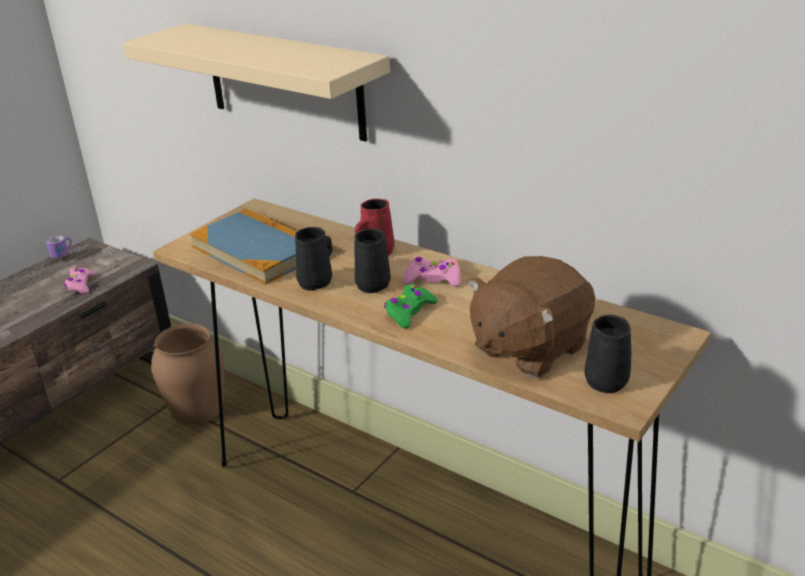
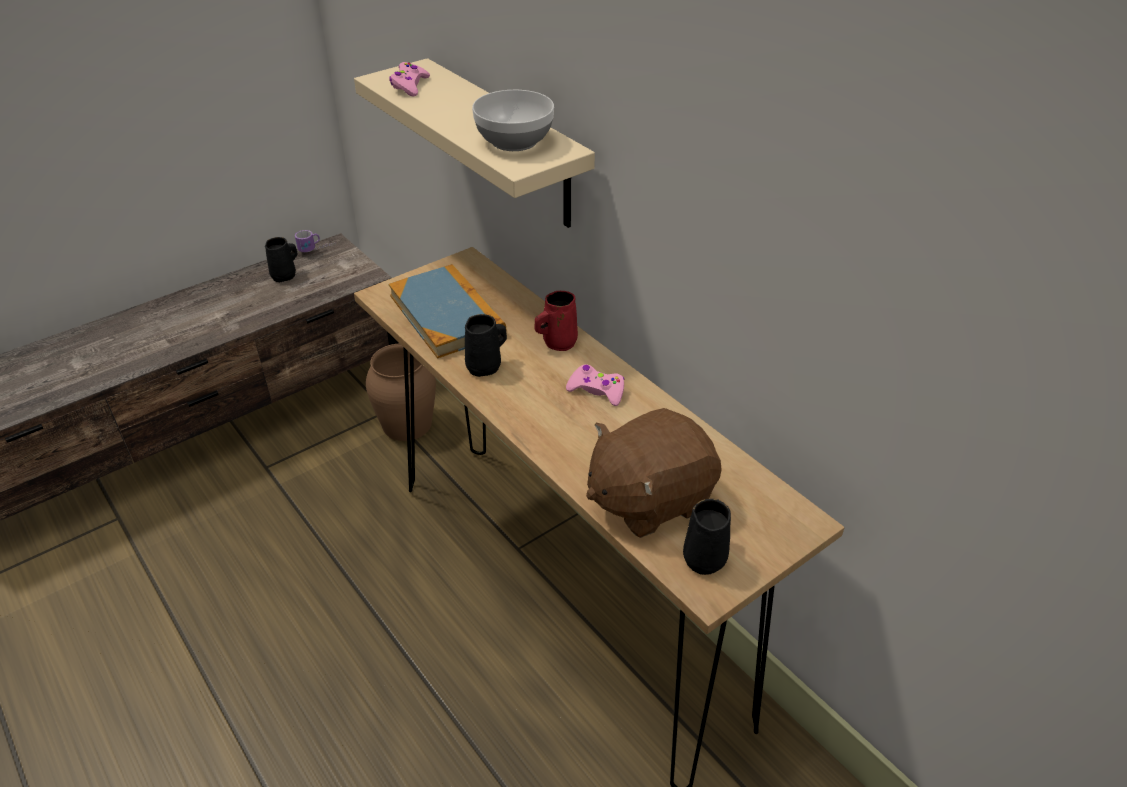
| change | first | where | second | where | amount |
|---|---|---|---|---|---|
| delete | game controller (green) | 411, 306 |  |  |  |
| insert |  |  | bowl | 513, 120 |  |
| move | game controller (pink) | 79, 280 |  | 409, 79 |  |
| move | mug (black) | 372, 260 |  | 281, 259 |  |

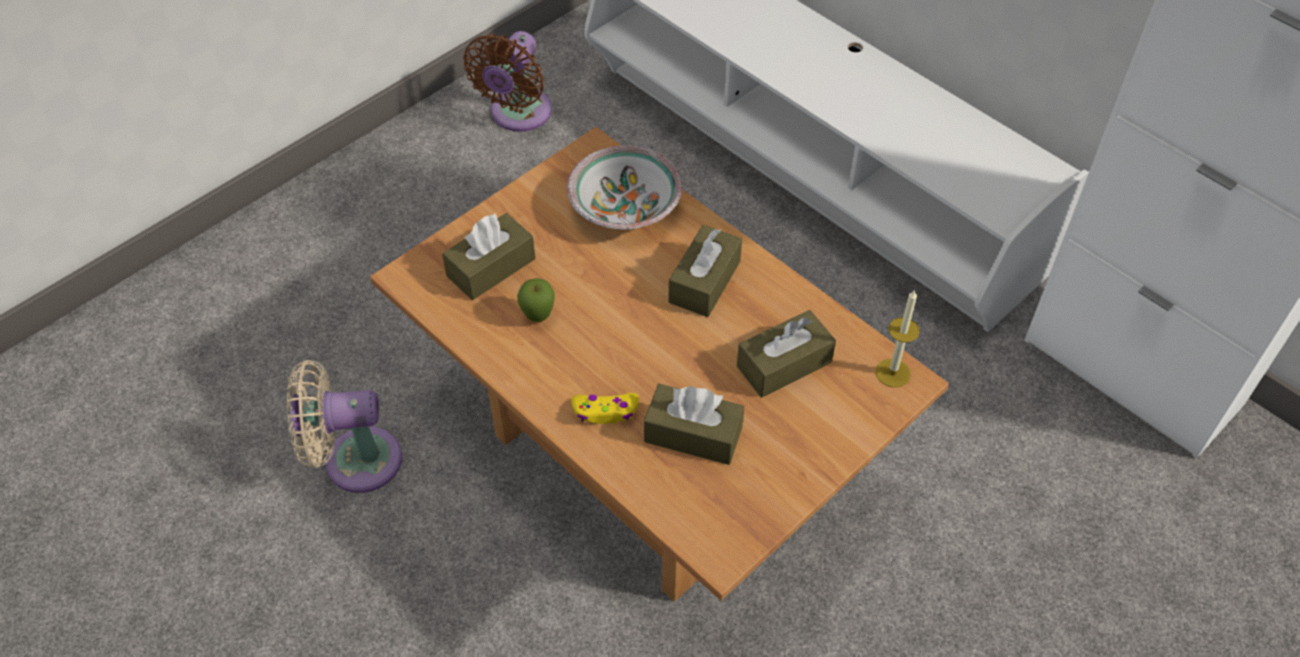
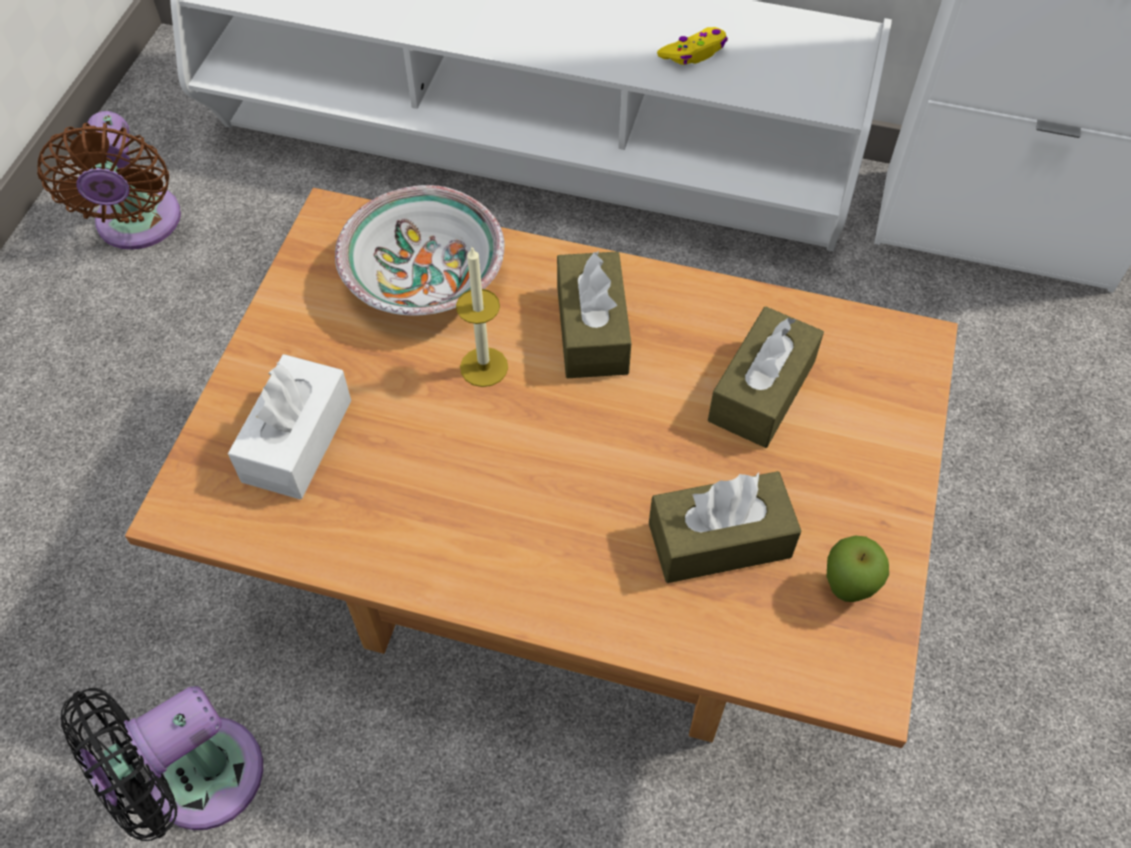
| change | first | where | second | where | amount |
|---|---|---|---|---|---|
| move | apple | 536, 300 |  | 858, 569 |  |
| move | game controller (yellow) | 605, 408 |  | 692, 46 |  |
| move | candle | 897, 338 |  | 482, 317 |  |
| recolor | fan (beige) | 344, 426 | fan (black) | 162, 763 |  |
| recolor | tissue box (brown) | 488, 256 | tissue box (white) | 289, 426 |  |

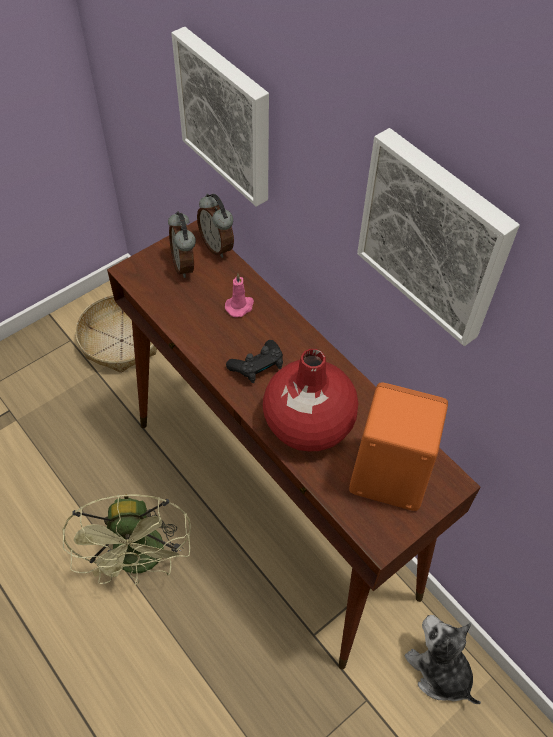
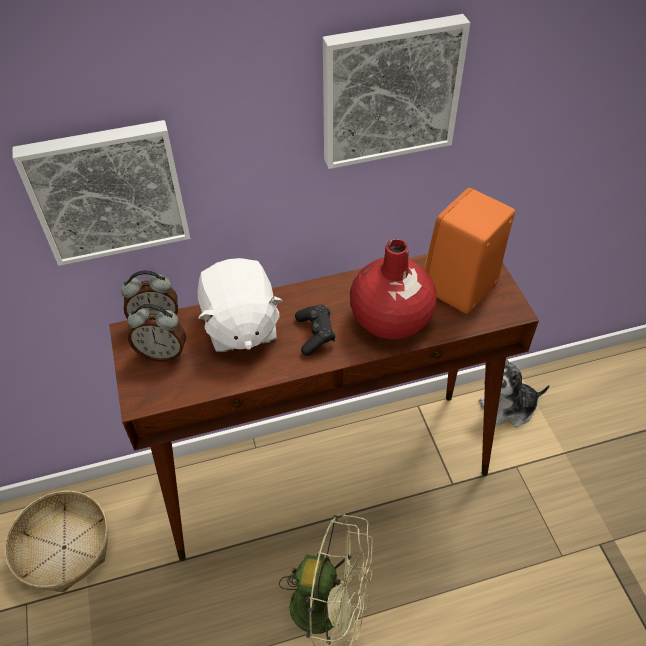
| change | first | where | second | where | amount |
|---|---|---|---|---|---|
| replace | candle (pink) | 239, 295 | plush toy (white) | 240, 305 |  |

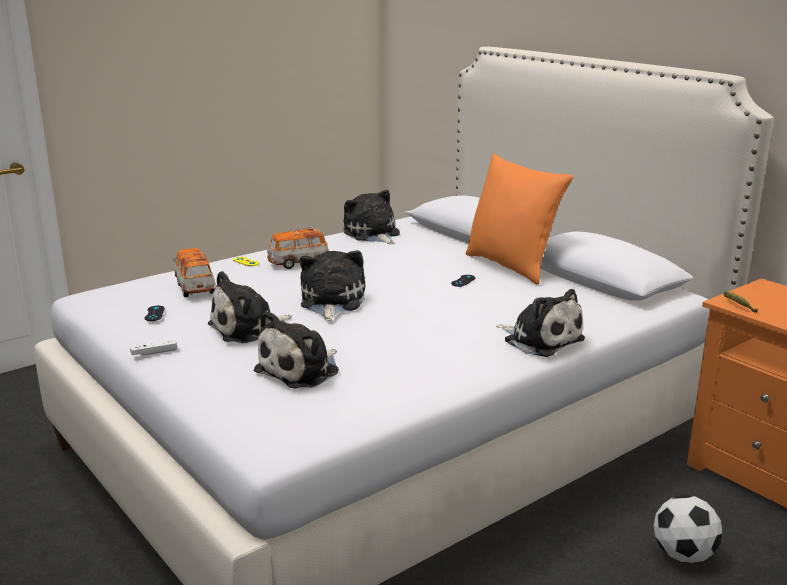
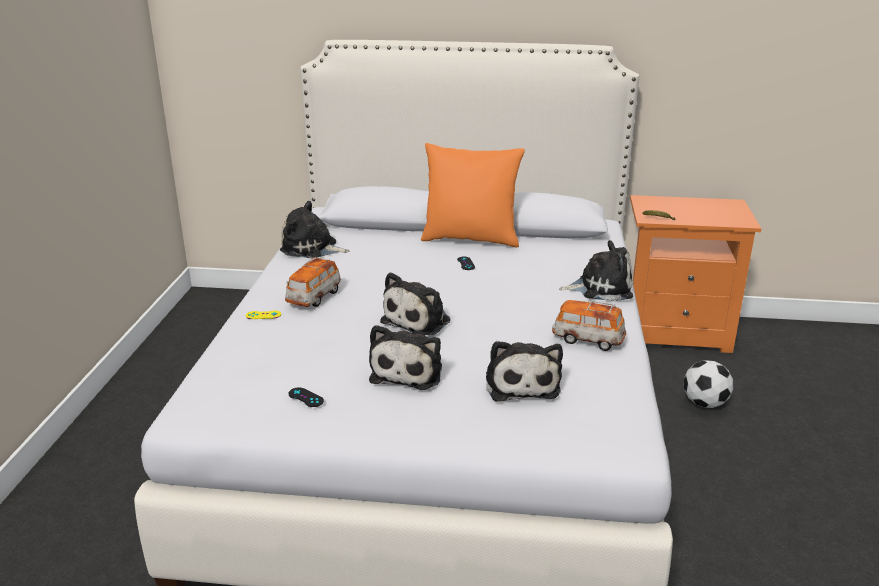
| change | first | where | second | where | amount |
|---|---|---|---|---|---|
| delete | game controller (white) | 153, 347 |  |  |  |
| move | toy car | 194, 272 |  | 589, 325 |  |
| rotate | plush toy | 332, 285 |  | 415, 304 | 105 degrees counterclockwise |

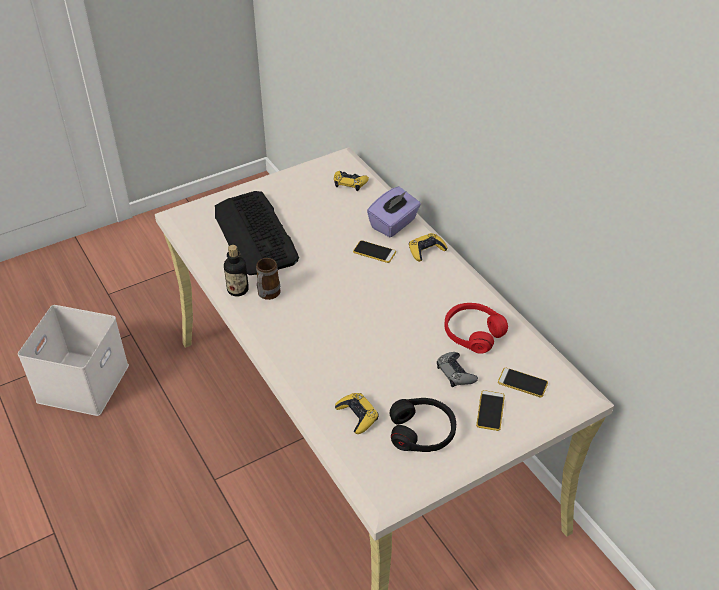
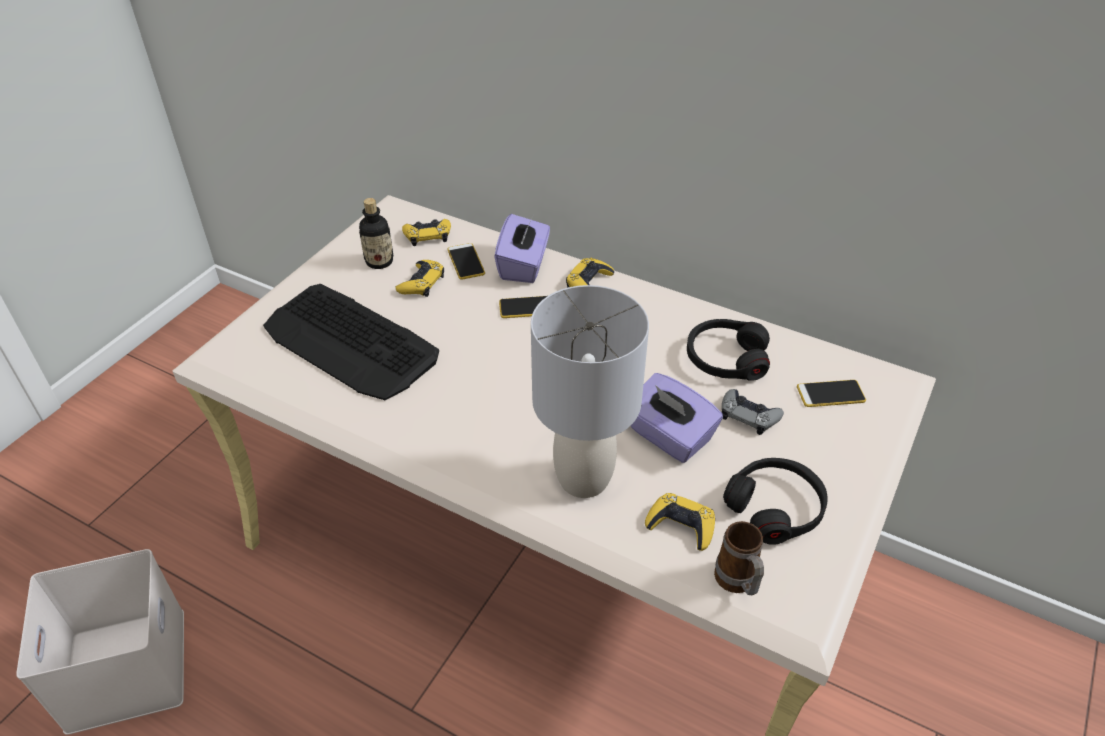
| change | first | where | second | where | amount |
|---|---|---|---|---|---|
| insert |  |  | game controller (yellow) | 419, 278 |  |
| insert |  |  | table lamp (grey) | 590, 391 |  |
| insert |  |  | tissue box (purple) | 677, 418 |  |
| move | bottle | 236, 271 |  | 376, 233 |  |
| move | mug | 268, 279 |  | 739, 558 |  |
| move | phone | 490, 410 |  | 466, 261 |  |
| recolor | headphones (red) | 476, 328 | headphones (black) | 728, 350 |  |

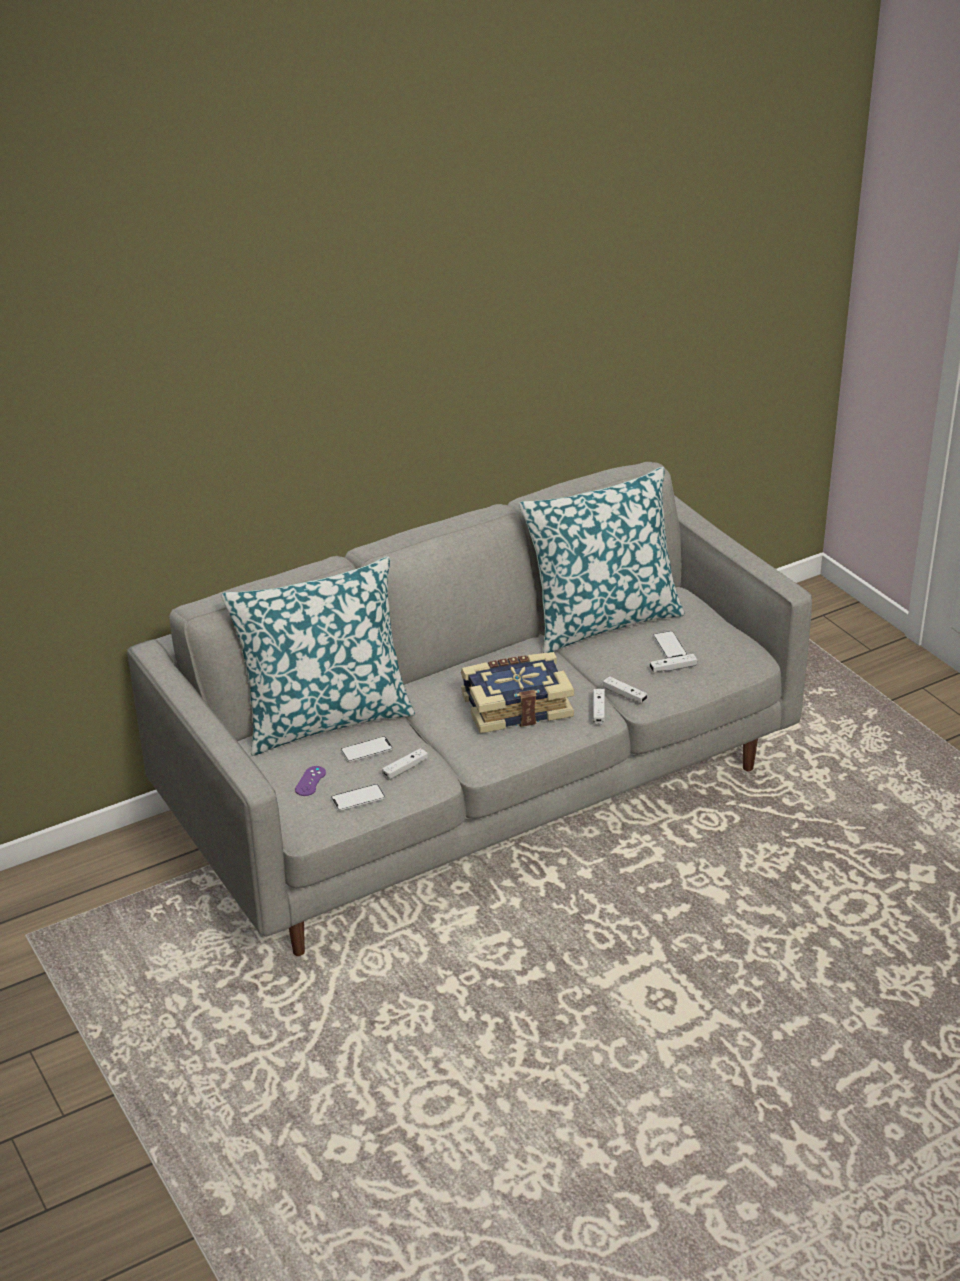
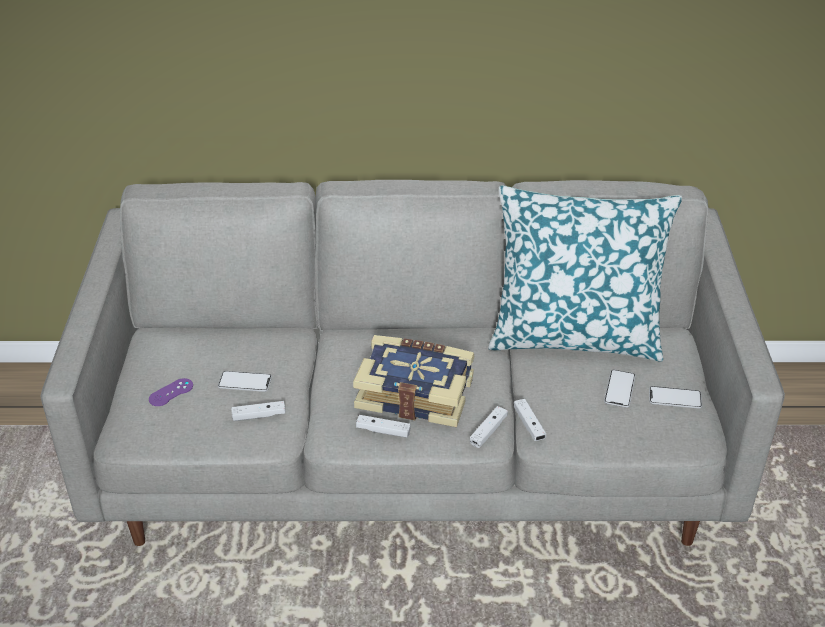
| change | first | where | second | where | amount |
|---|---|---|---|---|---|
| delete | pillow | 318, 656 |  |  |  |
| move | phone | 358, 797 |  | 675, 397 |  |
| move | game controller (white) | 673, 663 |  | 383, 426 |  |

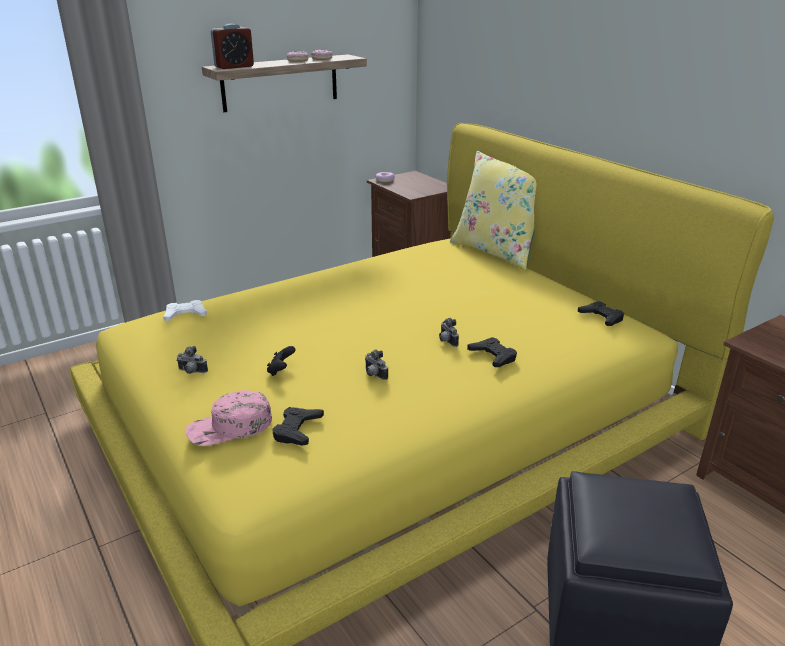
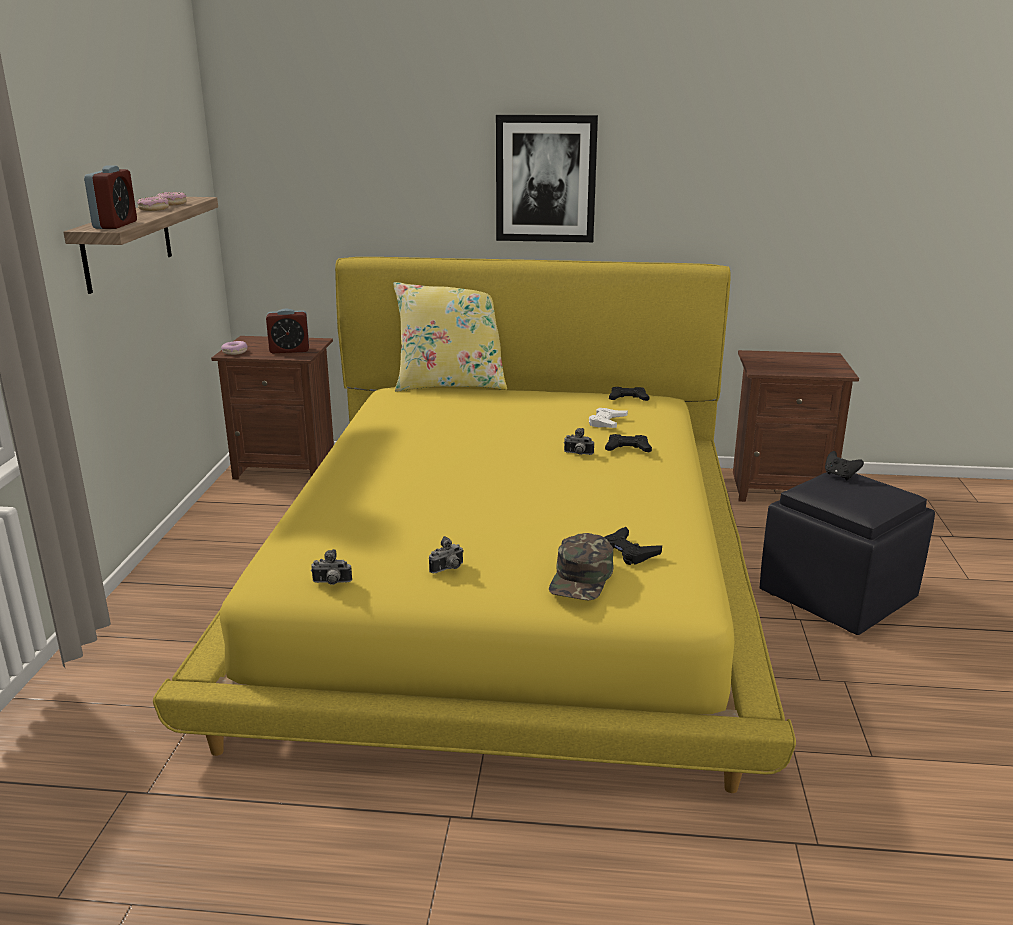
| change | first | where | second | where | amount |
|---|---|---|---|---|---|
| insert |  |  | alarm clock | 287, 331 |  |
| insert |  |  | picture | 547, 178 |  |
| move | game controller (white) | 185, 310 |  | 608, 418 |  |
| move | game controller (black) | 281, 361 |  | 844, 465 |  |
| move | photo camera | 376, 364 |  | 331, 567 |  |
| recolor | cap (pink) | 229, 418 | cap (green) | 581, 566 |  |

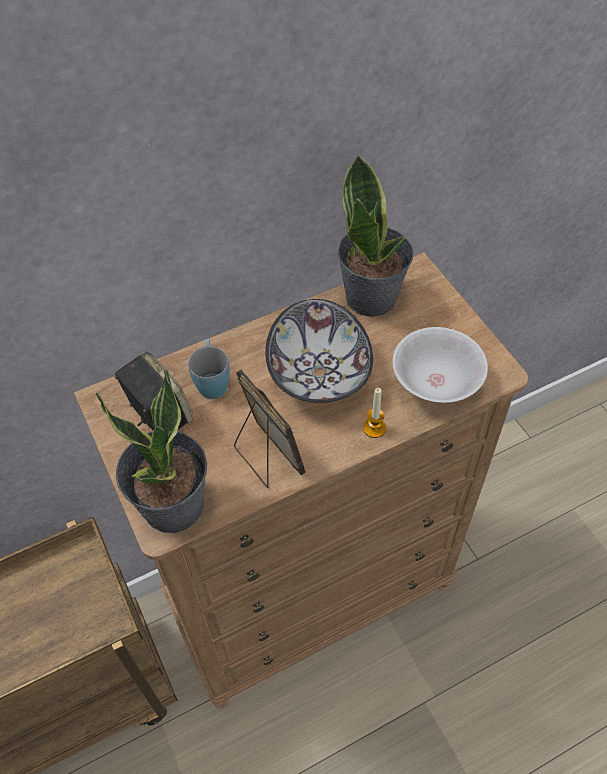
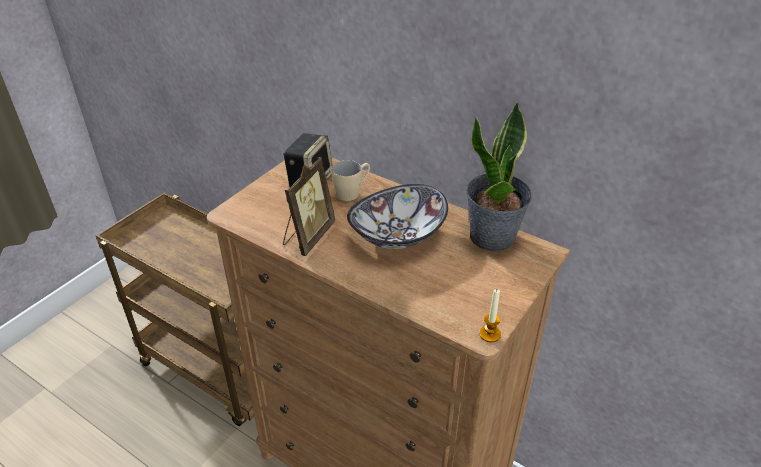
| change | first | where | second | where | amount |
|---|---|---|---|---|---|
| delete | potted plant | 151, 451 |  |  |  |
| delete | bowl (white) | 440, 365 |  |  |  |
| move | candle | 374, 413 |  | 490, 315 |  |
| recolor | mug (blue) | 209, 369 | mug (beige) | 351, 180 |  |

